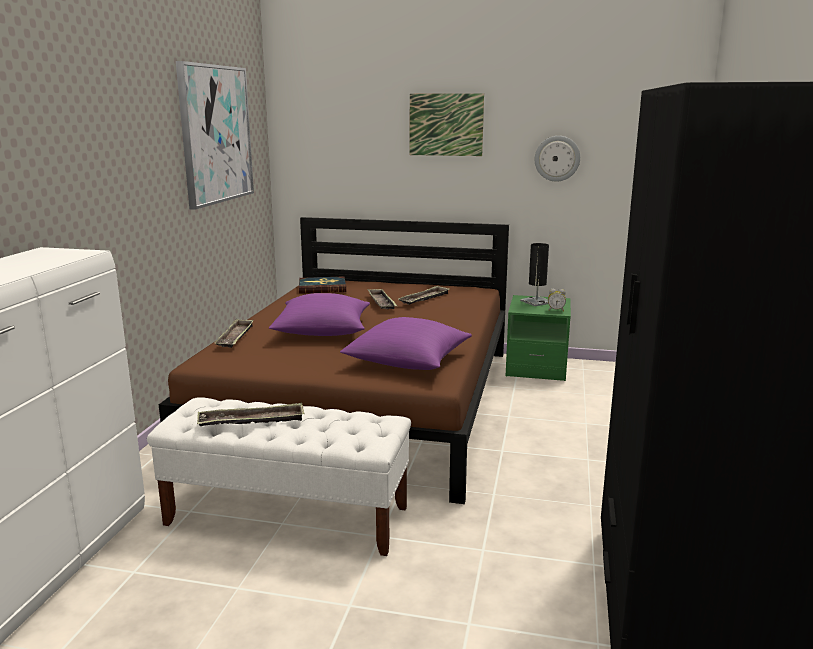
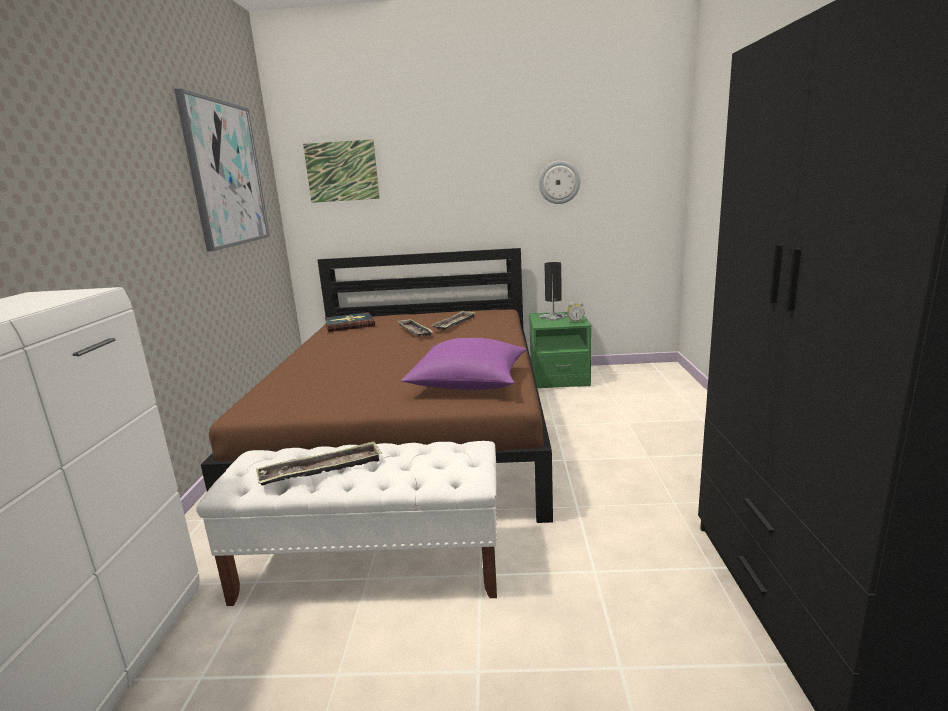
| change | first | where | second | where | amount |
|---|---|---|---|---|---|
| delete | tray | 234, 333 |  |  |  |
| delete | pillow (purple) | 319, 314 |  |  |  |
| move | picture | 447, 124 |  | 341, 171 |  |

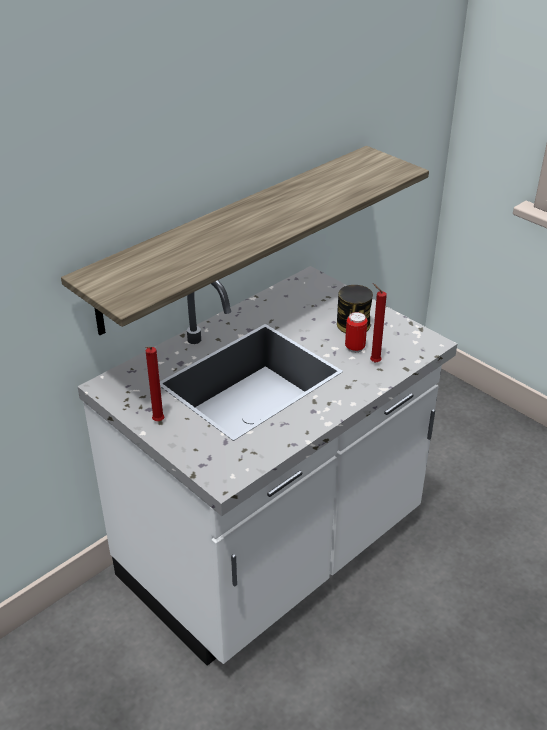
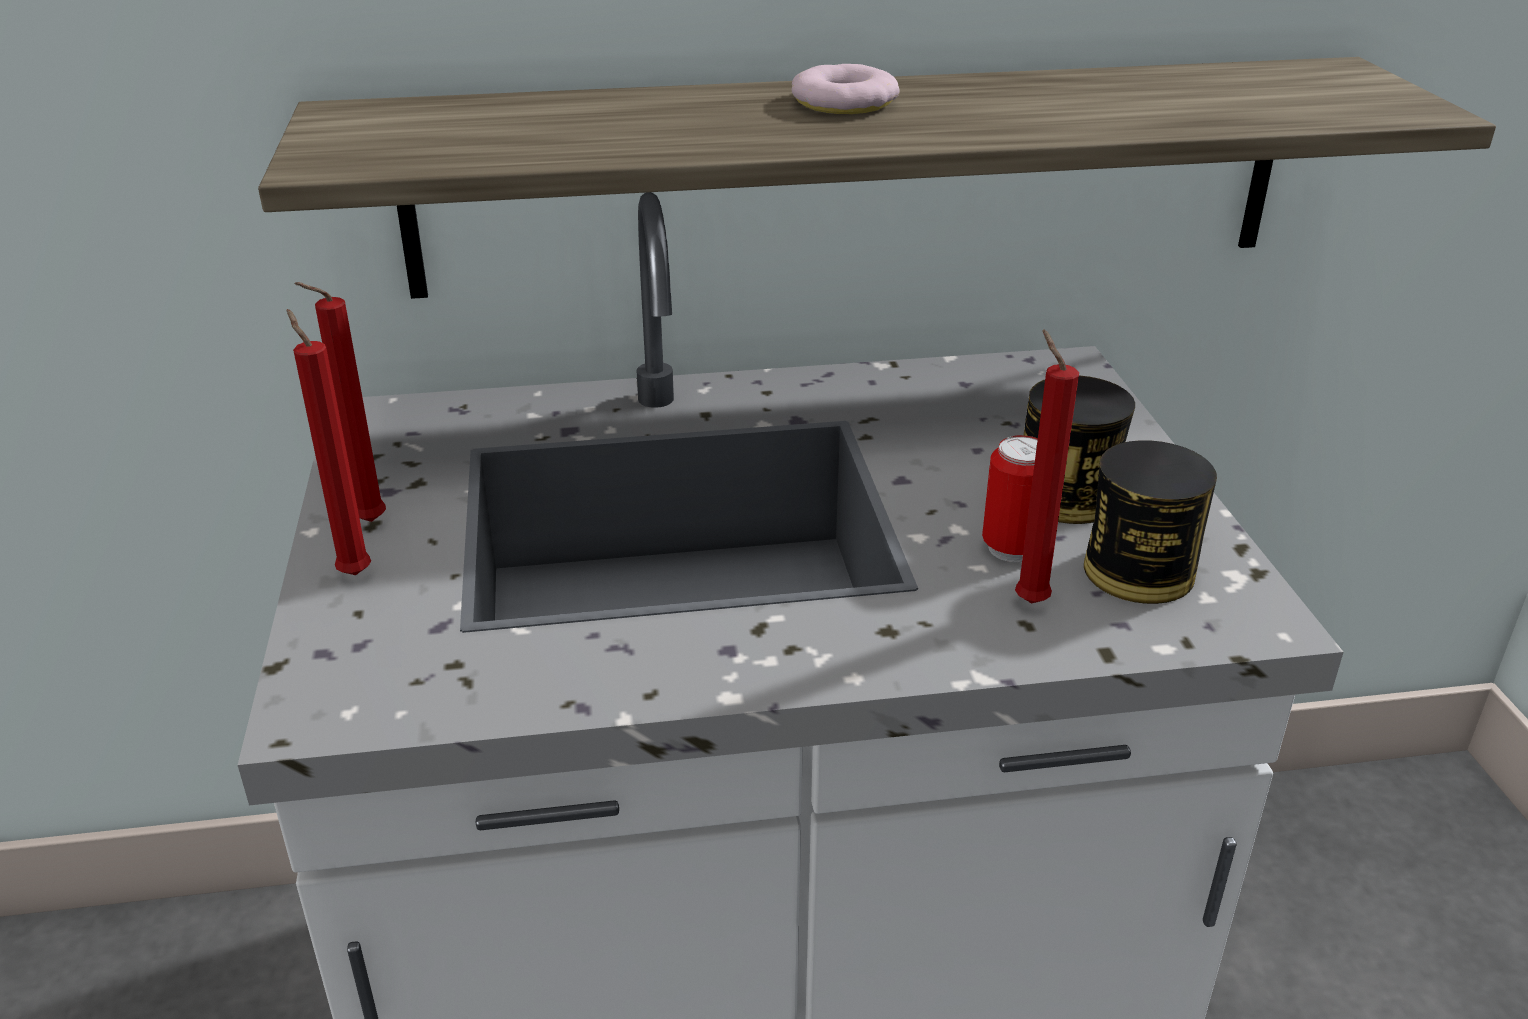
| change | first | where | second | where | amount |
|---|---|---|---|---|---|
| insert |  |  | candle (red) | 329, 442 |  |
| insert |  |  | donut | 846, 89 |  |
| insert |  |  | can | 1150, 522 |  |

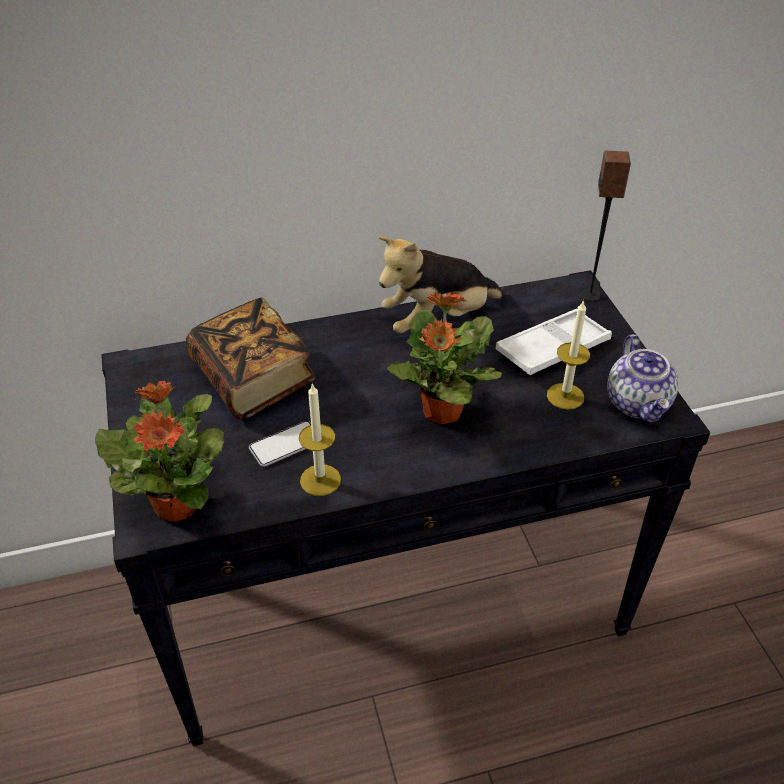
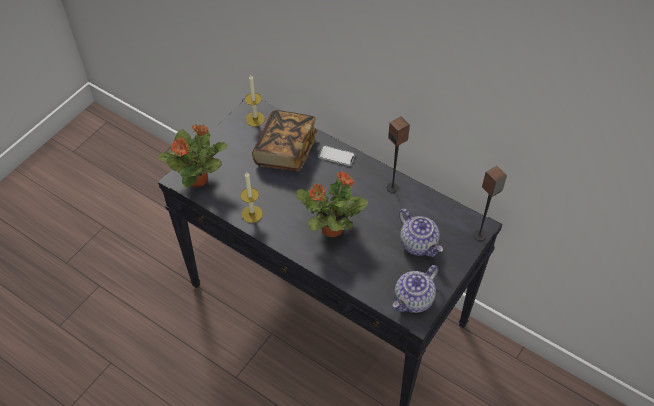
| change | first | where | second | where | amount |
|---|---|---|---|---|---|
| move | phone | 280, 444 |  | 336, 155 |  |
| move | candle | 568, 355 |  | 255, 101 |  |
| replace | plush toy | 442, 285 | speaker | 398, 154 |  |
| replace | tray (white) | 554, 342 | teapot | 421, 233 |  |

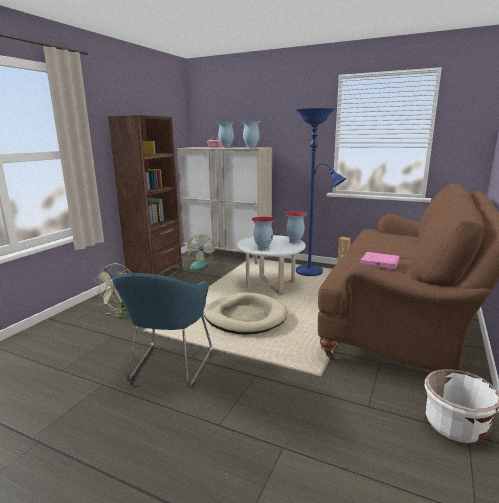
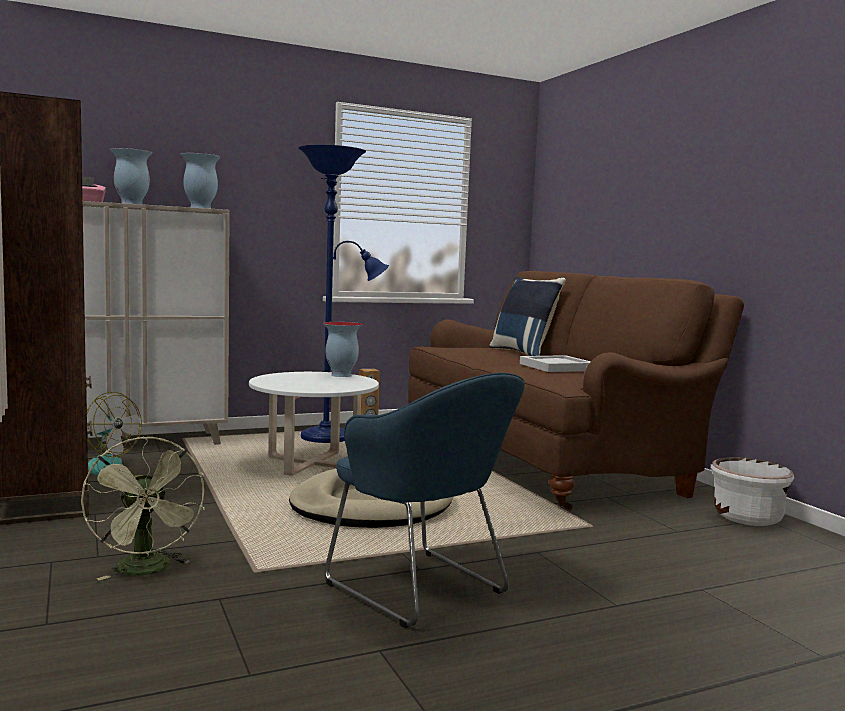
| change | first | where | second | where | amount |
|---|---|---|---|---|---|
| delete | vase | 263, 234 |  |  |  |
| insert |  |  | pillow (blue) | 528, 316 |  |
| replace | book (pink) | 379, 260 | tray (white) | 555, 363 |  |

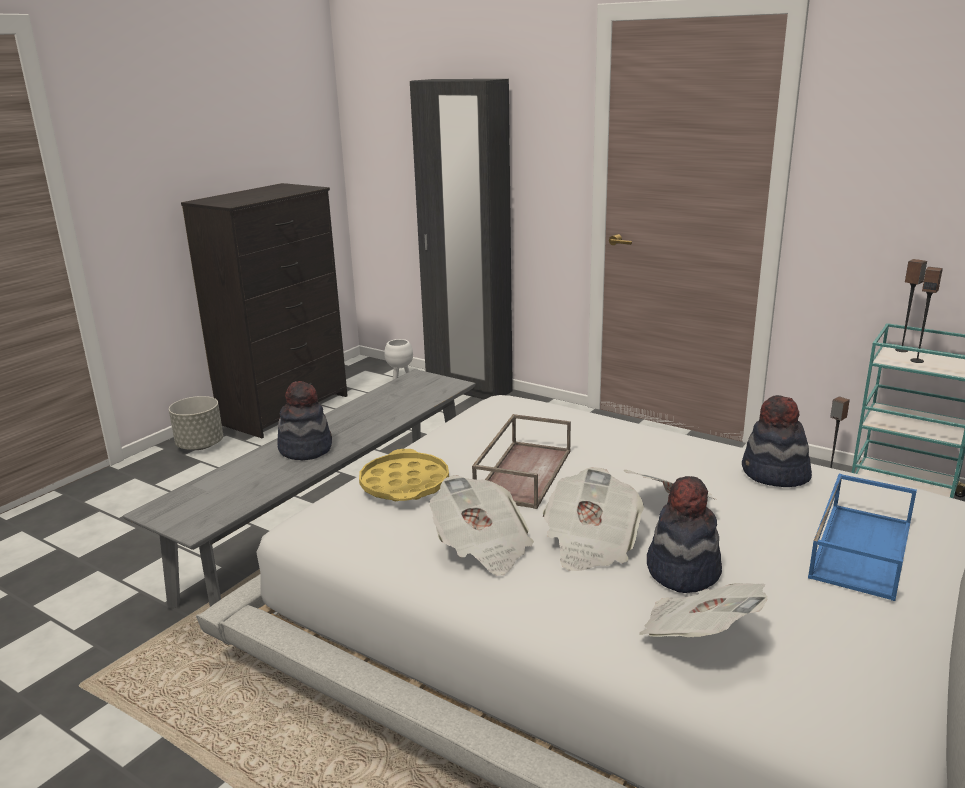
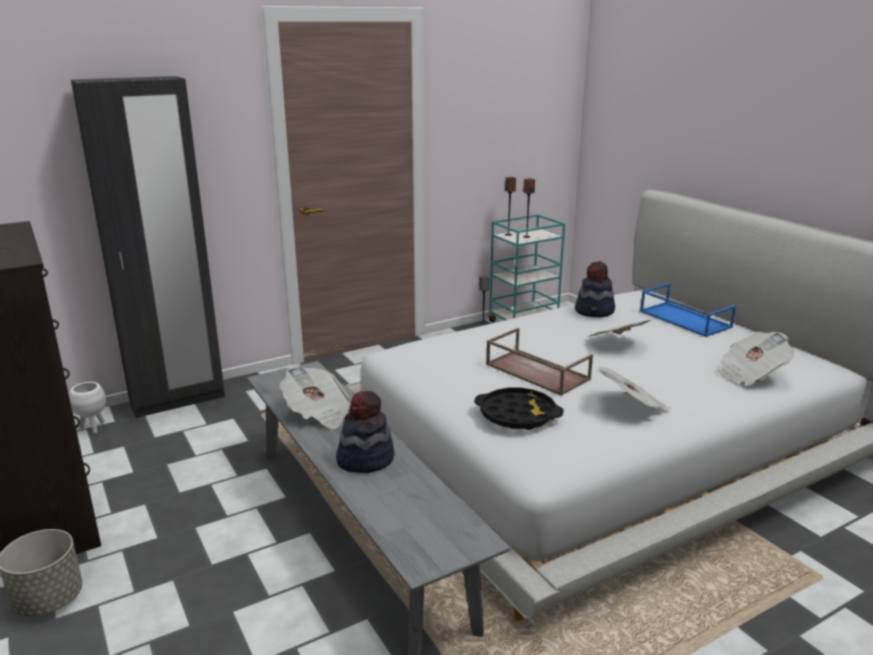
| change | first | where | second | where | amount |
|---|---|---|---|---|---|
| delete | hat | 684, 534 |  |  |  |
| move | newspaper | 593, 519 |  | 314, 397 |  |
| recolor | tray (yellow) | 404, 475 | tray (black) | 519, 409 |  |

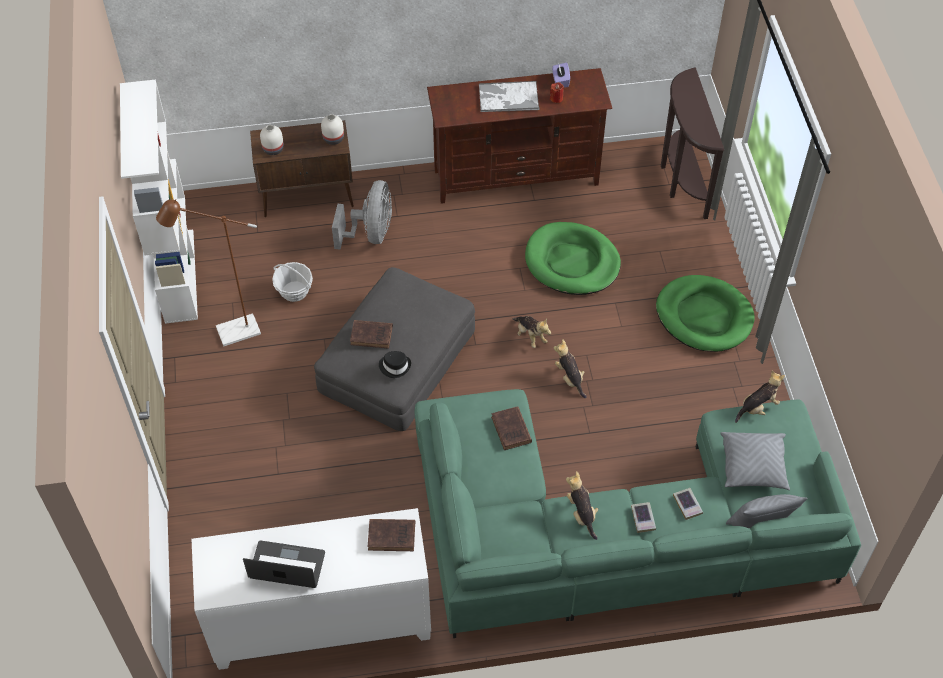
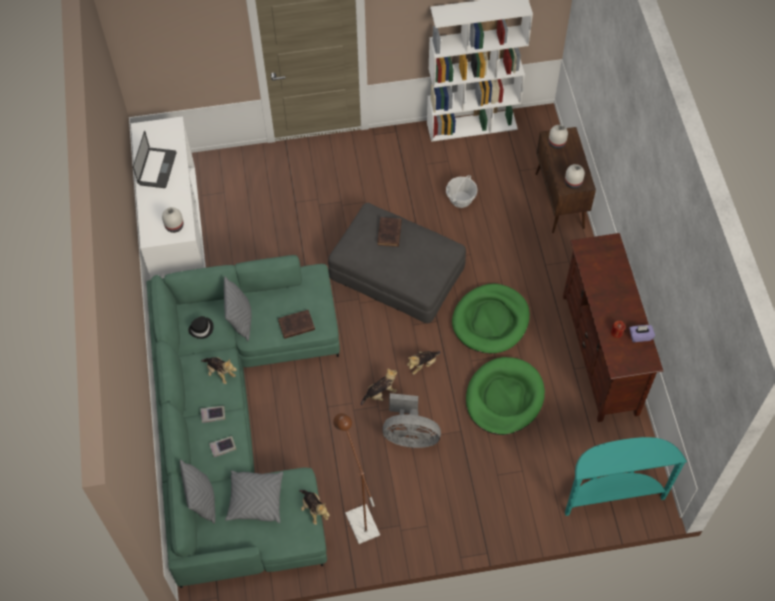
| change | first | where | second | where | amount |
|---|---|---|---|---|---|
| delete | tray | 509, 96 |  |  |  |
| insert |  |  | pillow (grey) | 238, 308 |  |
| move | floor lamp (brown) | 208, 272 |  | 356, 478 |  |
| move | fan (grey) | 362, 215 |  | 412, 420 |  |
| move | hat (black) | 395, 364 |  | 201, 327 |  |
| move | dog bed (green) | 705, 313 |  | 491, 319 |  |
| replace | book (brown) | 391, 535 | vase (white) | 173, 220 |  |
| recolor | console table (brown) | 692, 143 | console table (turquoise) | 626, 476 |  |
| rotate | plush toy | 582, 505 |  | 219, 370 | 60 degrees clockwise |

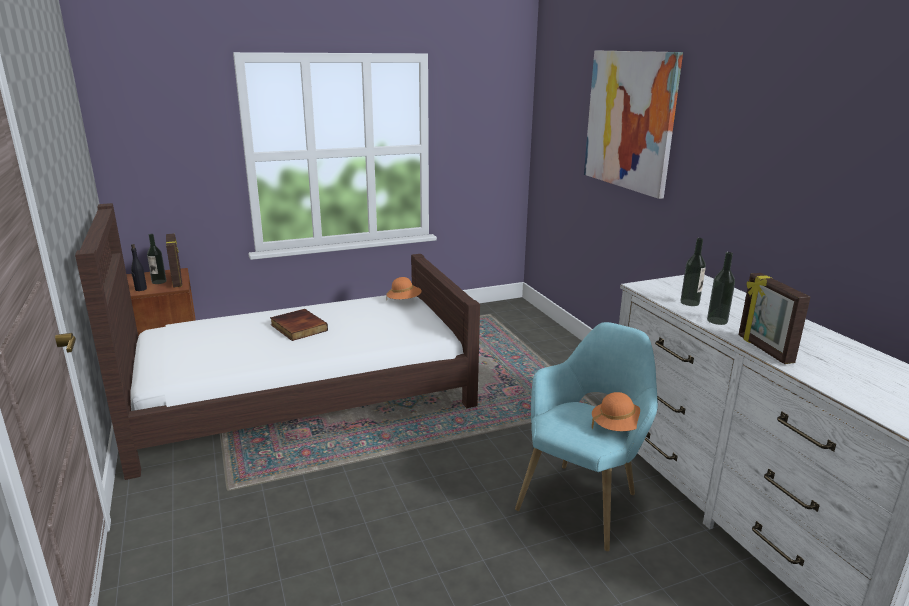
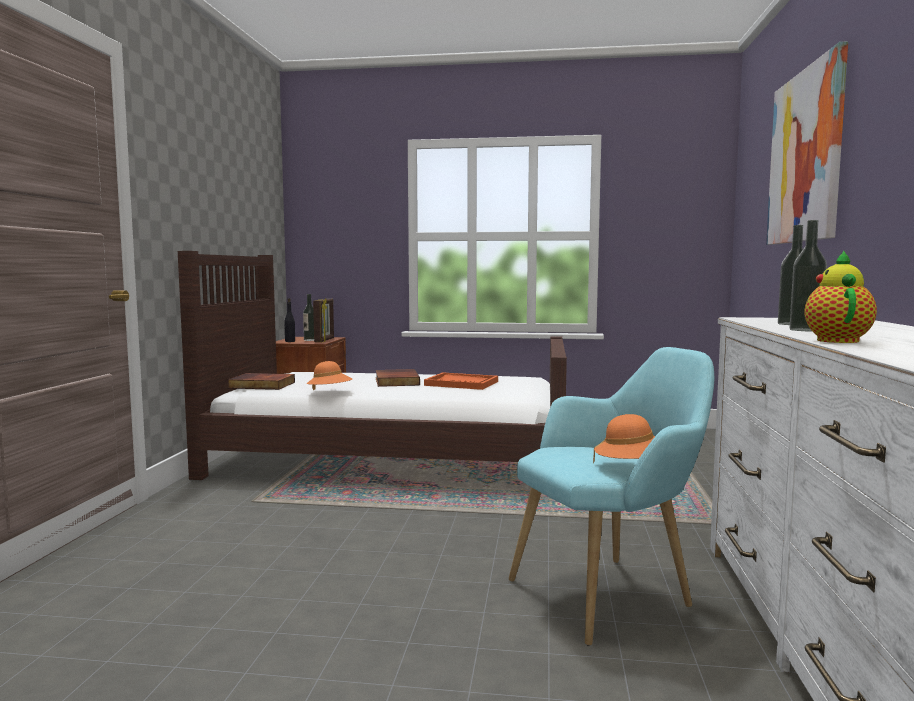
| change | first | where | second | where | amount |
|---|---|---|---|---|---|
| insert |  |  | book | 261, 381 |  |
| insert |  |  | tray (orange) | 461, 381 |  |
| move | hat (orange) | 404, 288 |  | 329, 375 |  |
| replace | picture frame | 775, 318 | teapot | 840, 297 |  |

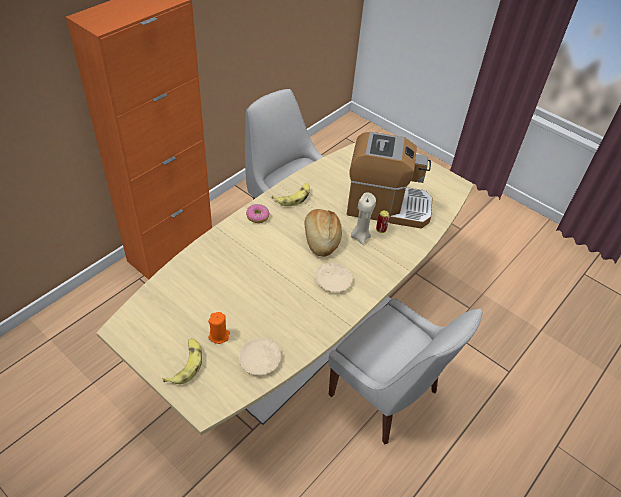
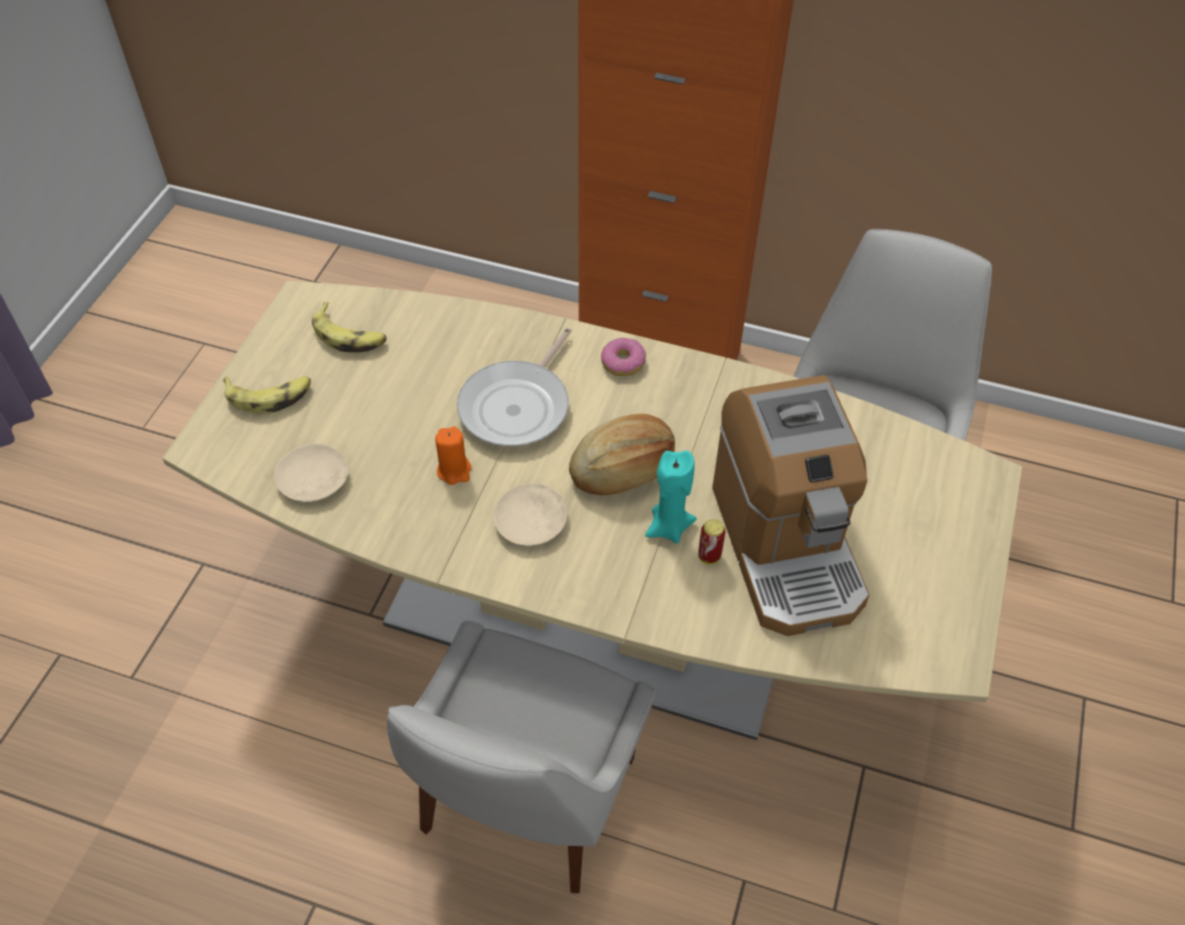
| change | first | where | second | where | amount |
|---|---|---|---|---|---|
| insert |  |  | frying pan | 514, 387 |  |
| move | candle (orange) | 219, 328 |  | 453, 455 |  |
| move | banana | 291, 194 |  | 349, 327 |  |
| recolor | candle (beige) | 363, 218 | candle (turquoise) | 671, 497 |  |

